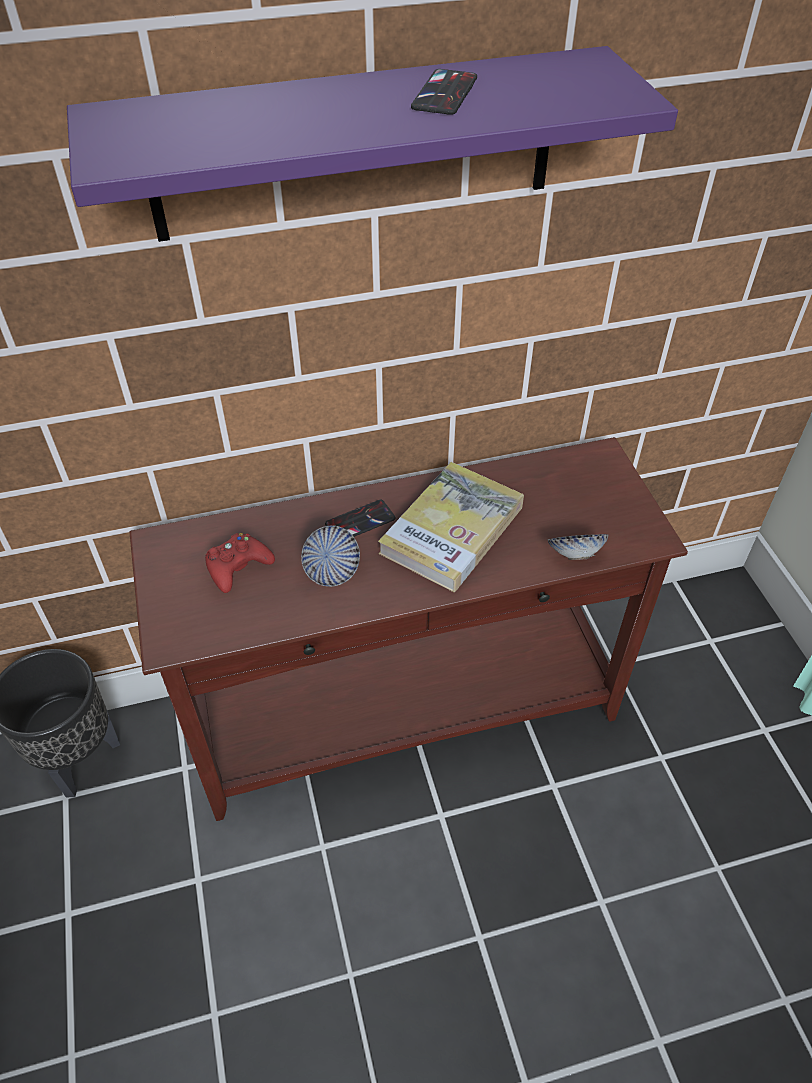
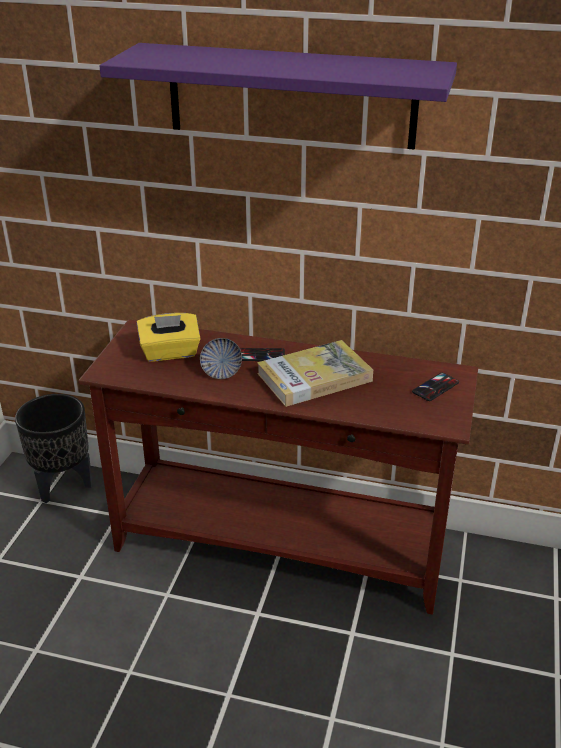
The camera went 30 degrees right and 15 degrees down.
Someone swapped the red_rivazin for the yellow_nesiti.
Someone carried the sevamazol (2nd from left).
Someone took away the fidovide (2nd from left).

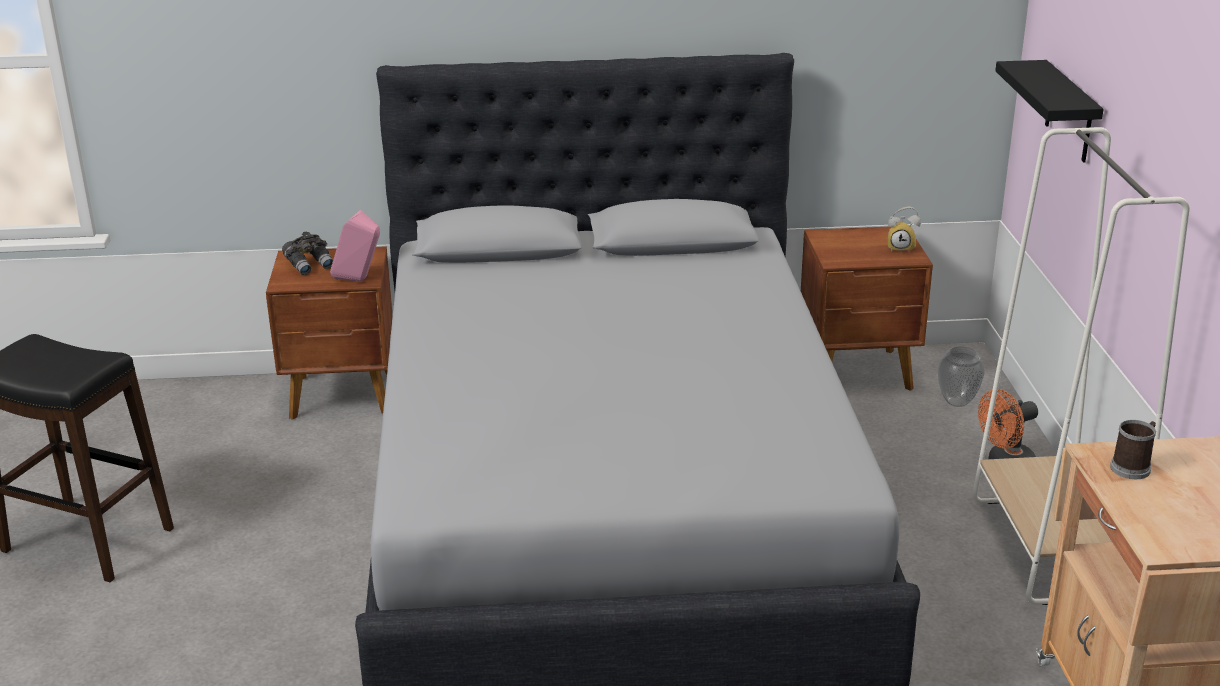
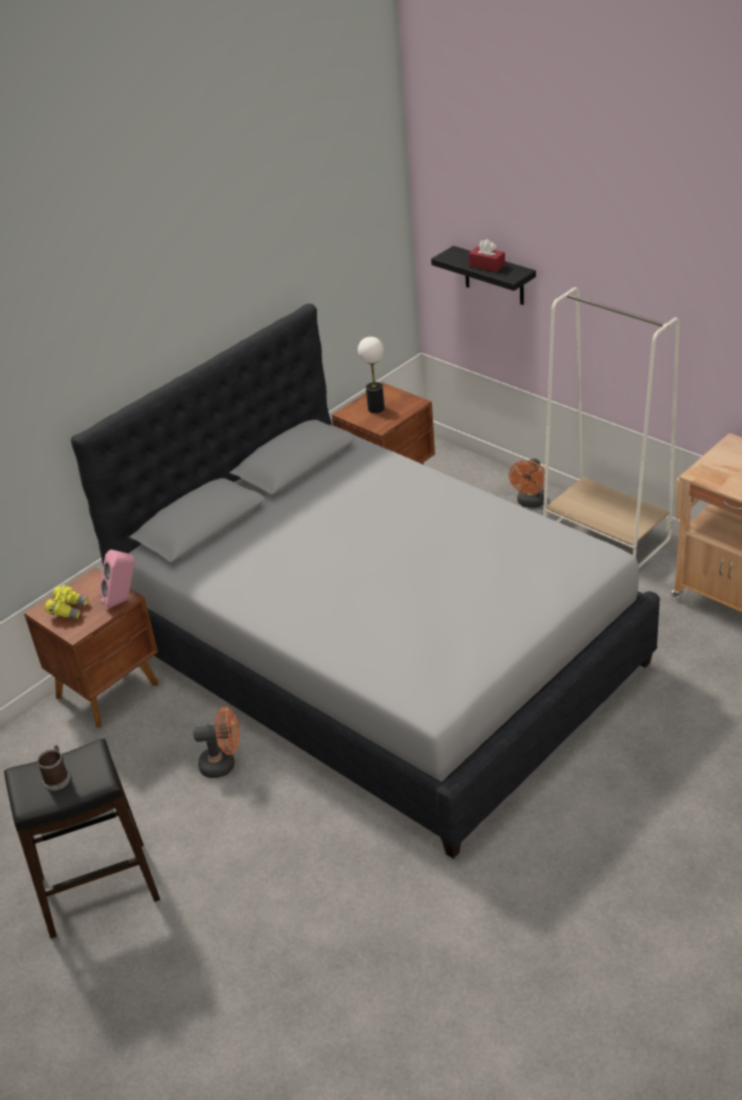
The camera went 40 degrees left and 10 degrees up.
Someone repainted the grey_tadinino, which became the yellow_tadinino.
Someone took away the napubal.
Someone took away the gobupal.
Someone carried the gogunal.
Someone put down the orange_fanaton (1st from left).
Someone put down the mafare.
Someone put down the red_nesiti.

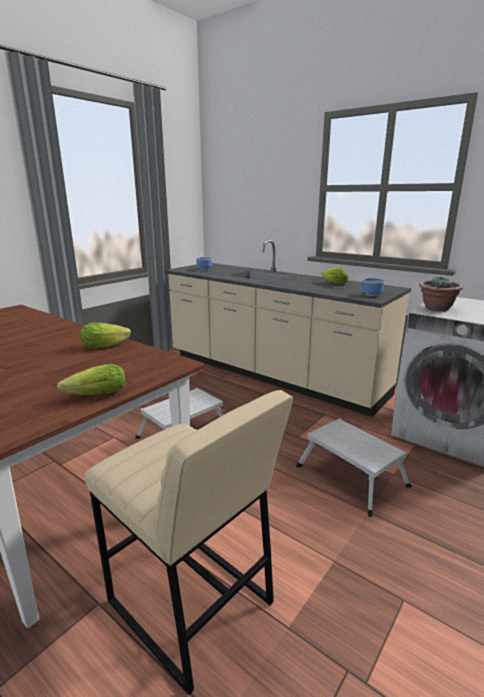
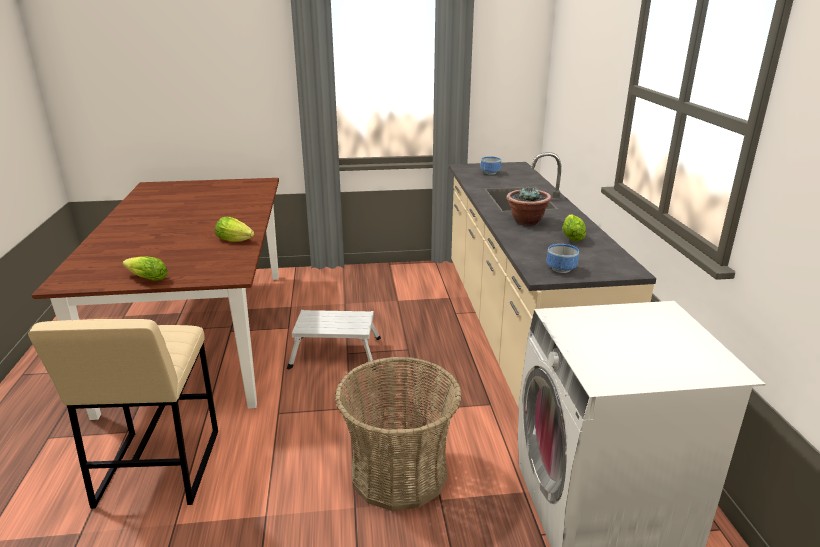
The camera went 45 degrees right and 5 degrees up.
Someone swapped the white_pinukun (2nd from left) for the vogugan.
Someone carried the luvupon.

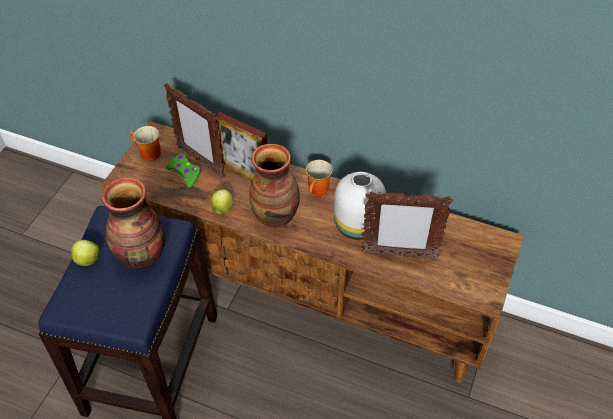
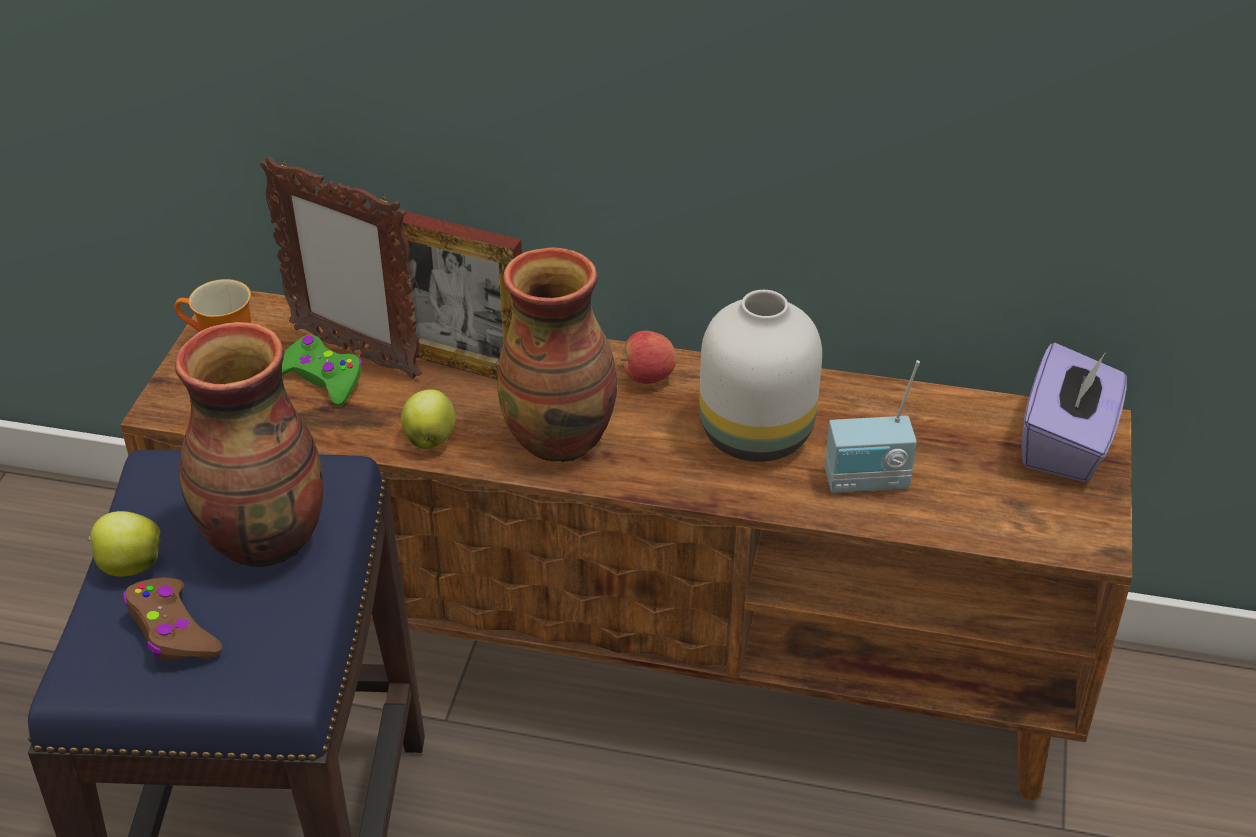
The camera went 10 degrees left and 10 degrees down.
Someone swapped the gogunal (2nd from left) for the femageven (3rd from left).
Someone swapped the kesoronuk (3rd from left) for the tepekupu.
Someone put down the brown_rivazin.
Someone put down the purple_nesiti.

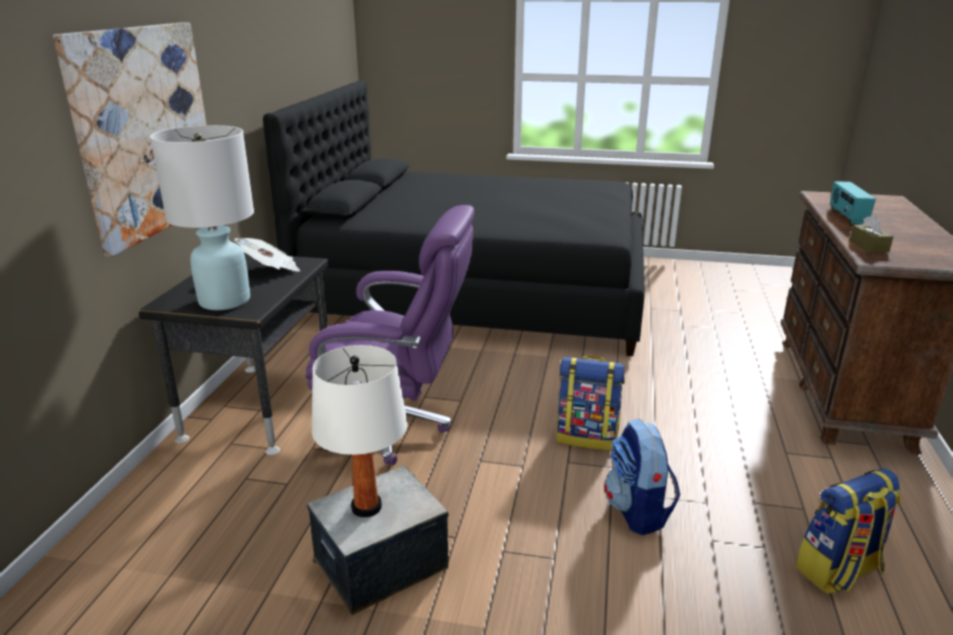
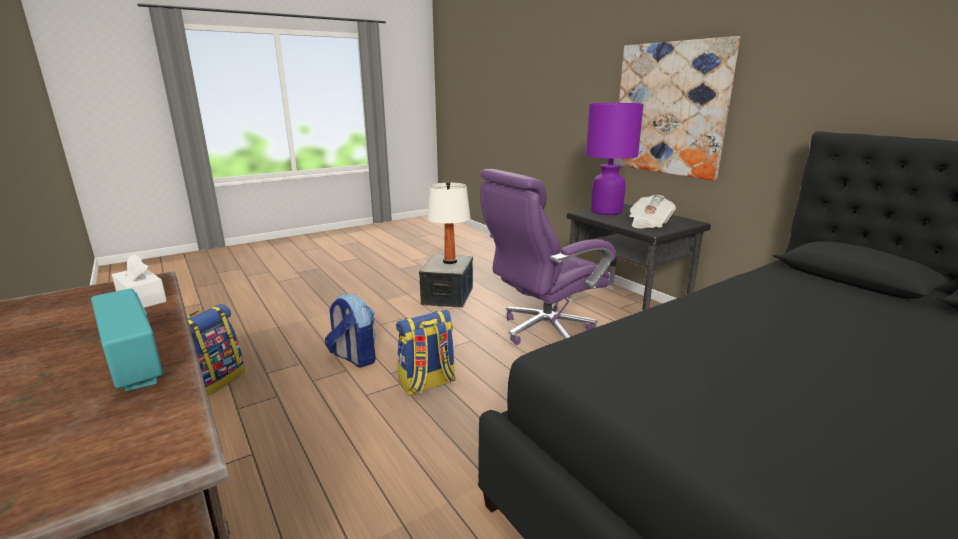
The camera went 135 degrees right and 5 degrees down.
Someone repainted the white_mafare (1st from left), which became the purple_mafare.
Someone repainted the brown_nesiti, which became the white_nesiti.

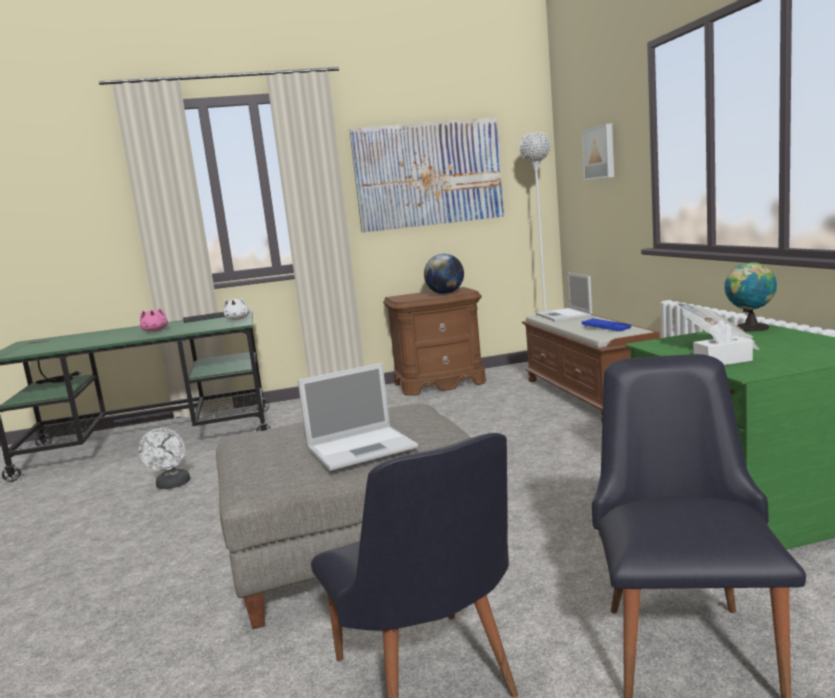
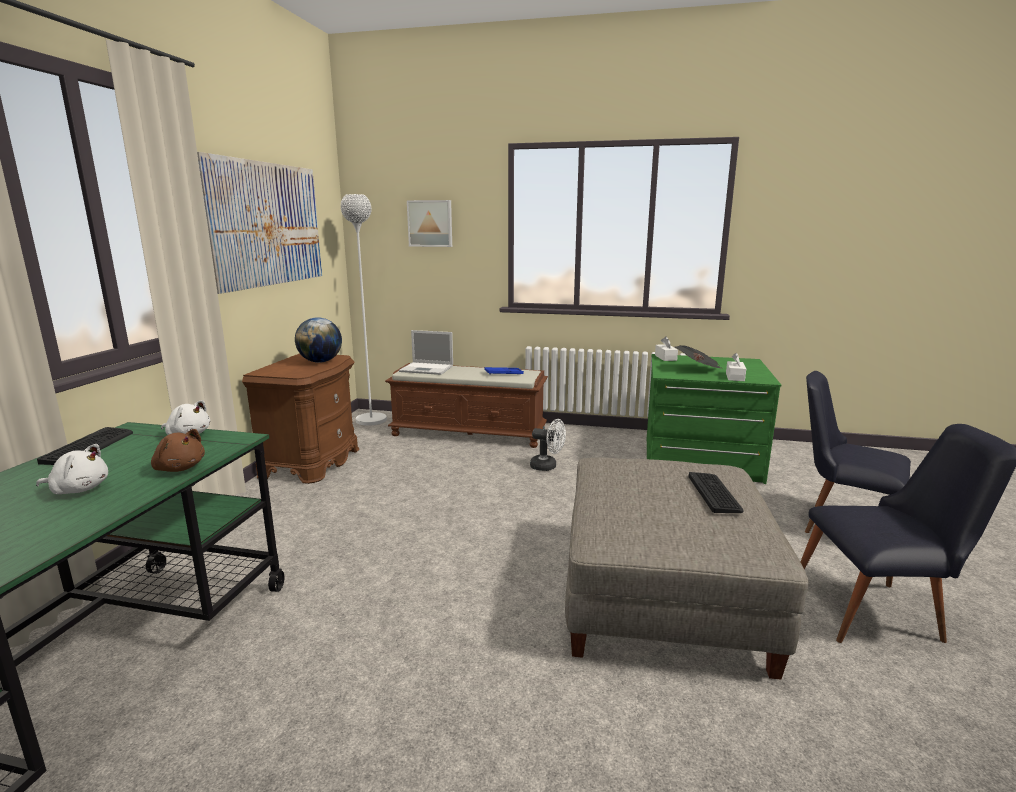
The camera went 65 degrees left and 5 degrees up.
Someone carried the white_fanaton.
Someone repainted the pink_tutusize, which became the white_tutusize (1st from left).
Someone swapped the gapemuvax (1st from left) for the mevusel (2nd from left).
Someone swapped the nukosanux (2nd from left) for the white_nesiti (1st from left).
Someone put down the brown_tutusize.

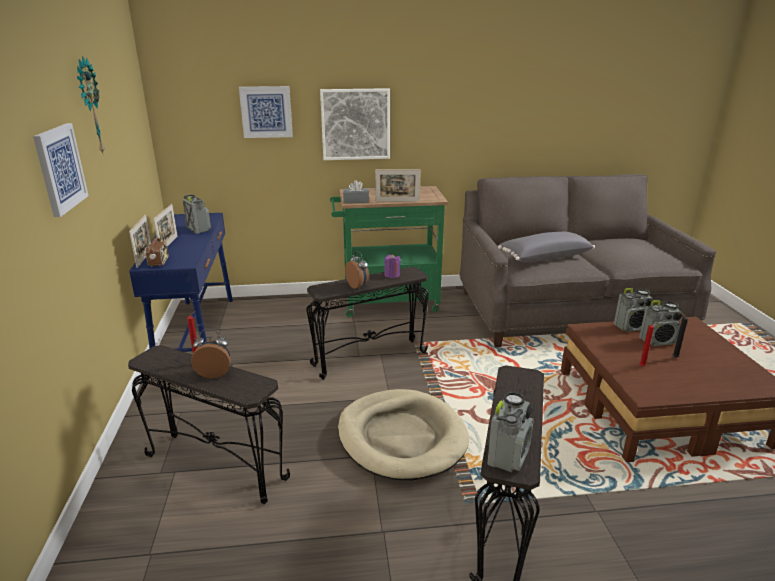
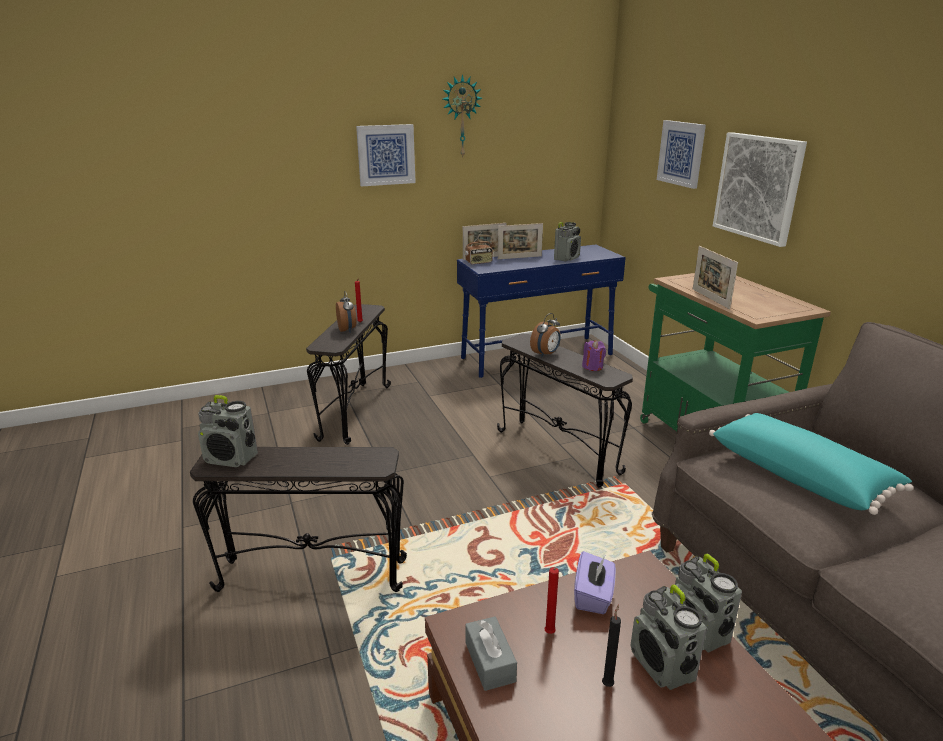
The camera went 75 degrees right and 0 degrees up.
Someone took away the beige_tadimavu.
Someone carried the grey_nesiti.
Someone repainted the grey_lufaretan, which became the turquoise_lufaretan.
Someone put down the purple_nesiti.

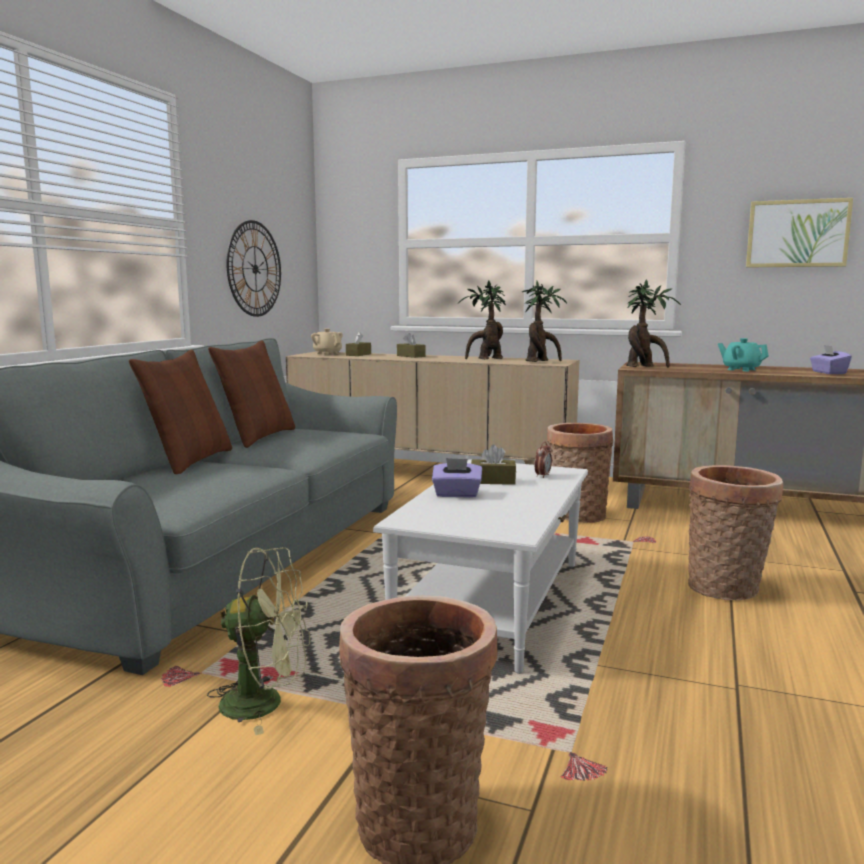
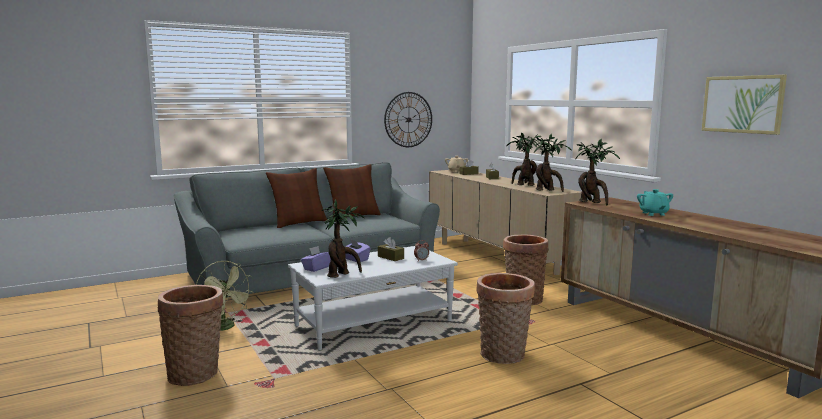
The camera went 40 degrees right and 0 degrees up.
Someone carried the purple_nesiti (2nd from left in the first image).
Someone put down the luvupon (1st from left).

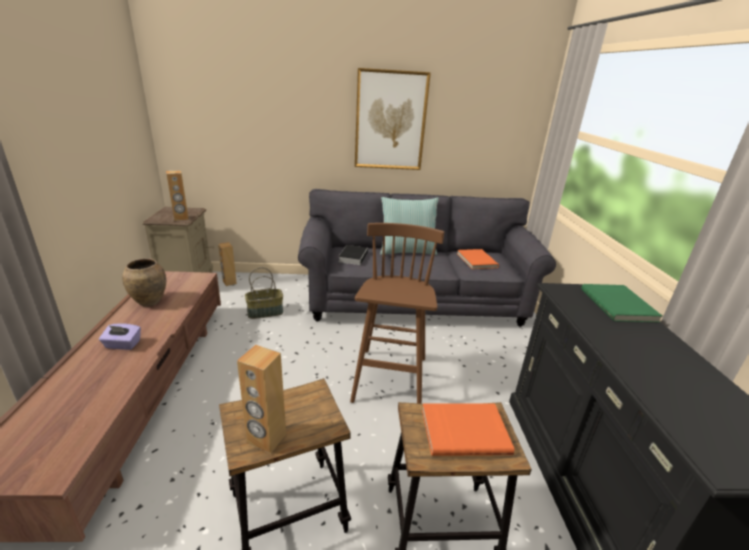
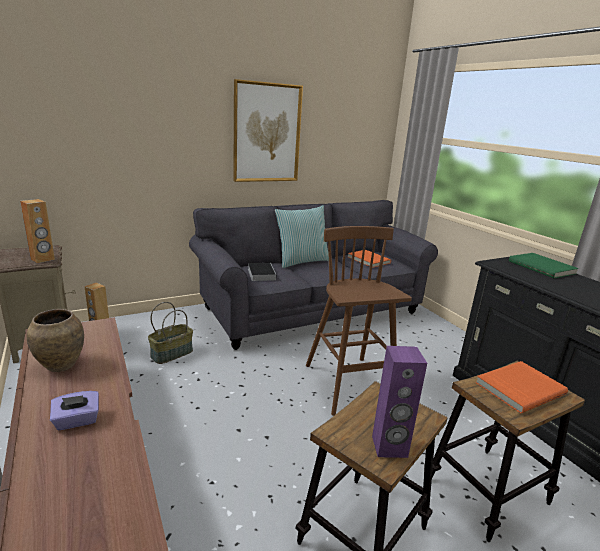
The camera went 25 degrees left and 5 degrees down.
Someone repainted the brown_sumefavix (3rd from left), which became the purple_sumefavix.

